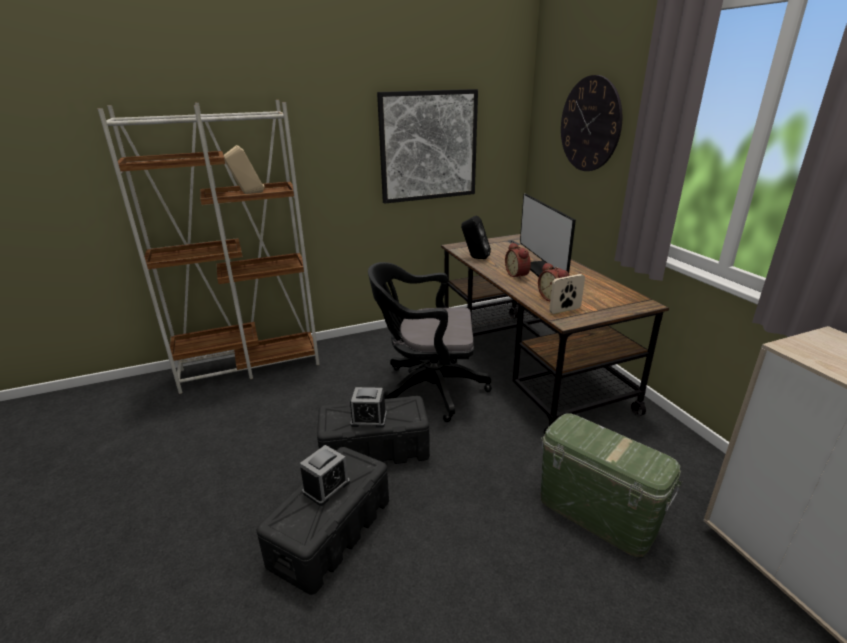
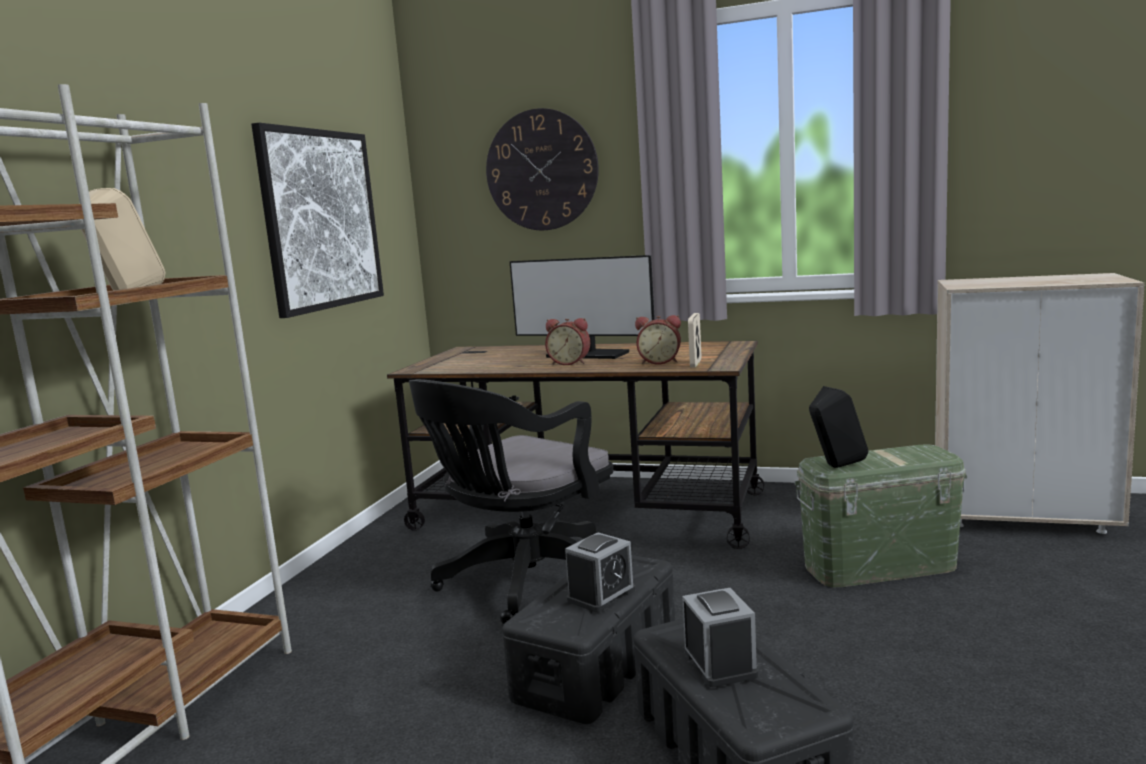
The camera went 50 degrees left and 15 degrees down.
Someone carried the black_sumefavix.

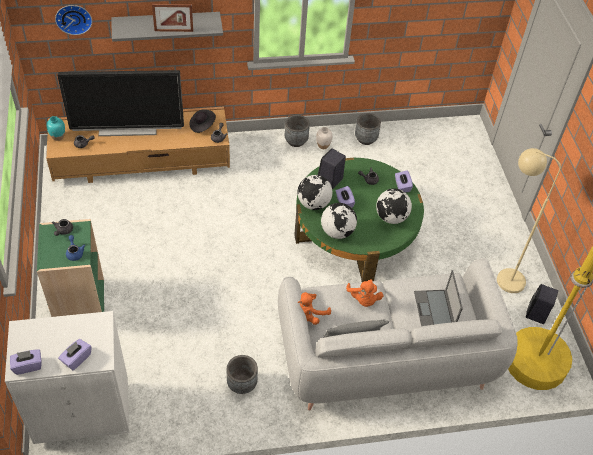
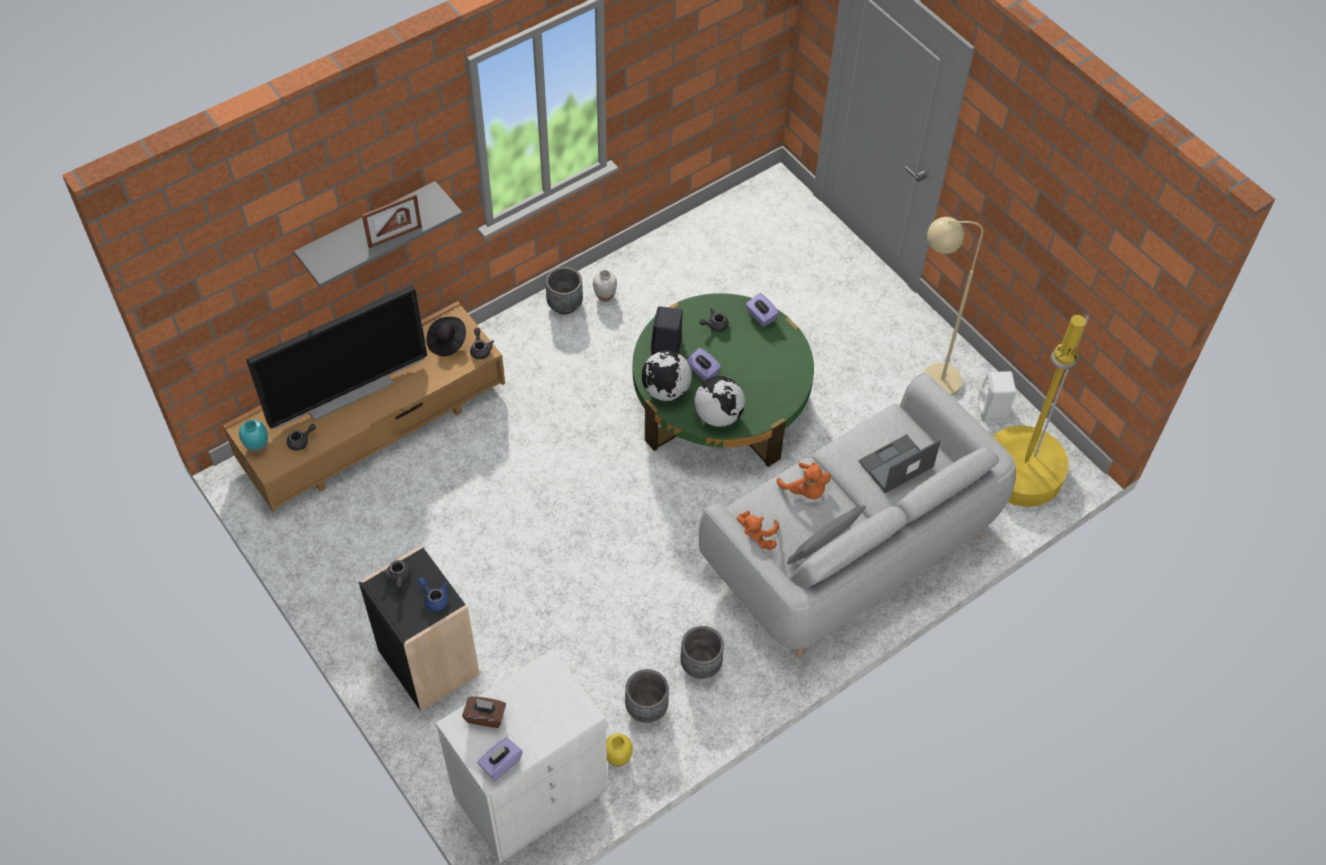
The camera went 25 degrees left and 5 degrees up.
Someone repainted the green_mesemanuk, which became the black_mesemanuk.
Someone took away the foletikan.
Someone took away the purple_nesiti (2nd from left).
Someone carried the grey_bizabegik (3rd from left in the first image).
Someone took away the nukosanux (3rd from left).
Someone rotated the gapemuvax by 90 degrees clockwise.
Someone repainted the black_sumefavix (2nd from left), which became the white_sumefavix.
Someone put down the brown_nesiti.
Someone put down the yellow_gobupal.

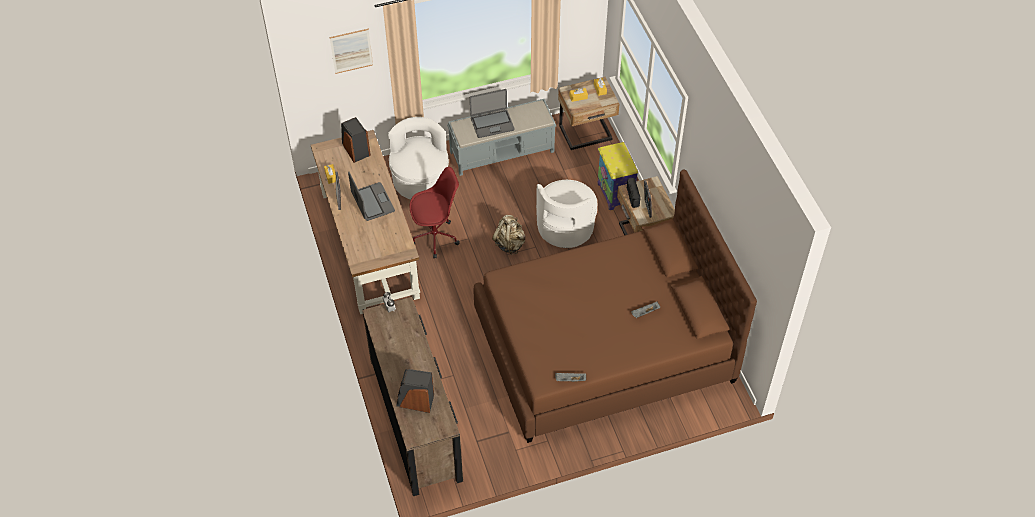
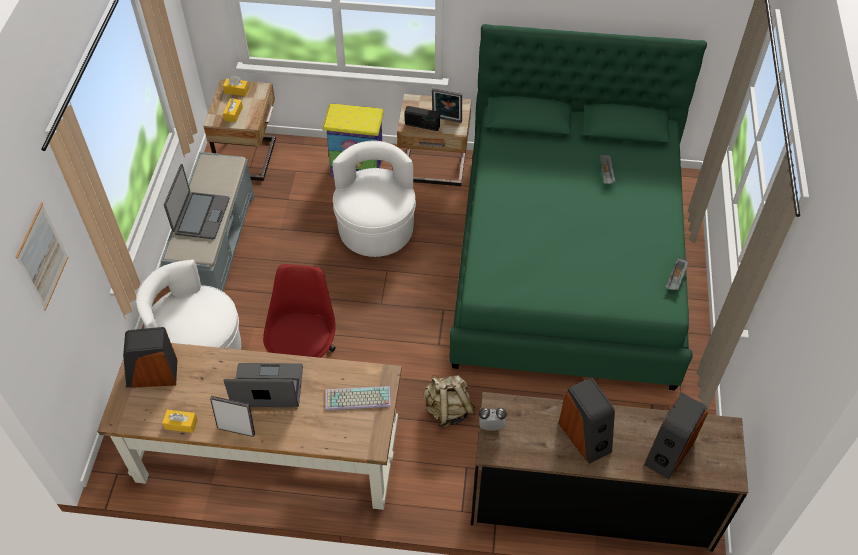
The camera went 65 degrees left and 0 degrees up.
Someone repainted the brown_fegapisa, which became the green_fegapisa.
Someone carried the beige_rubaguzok.
Someone rotated the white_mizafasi (2nd from left) by 135 degrees counterclockwise.
Someone put down the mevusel.
Someone put down the sumefavix (2nd from left).

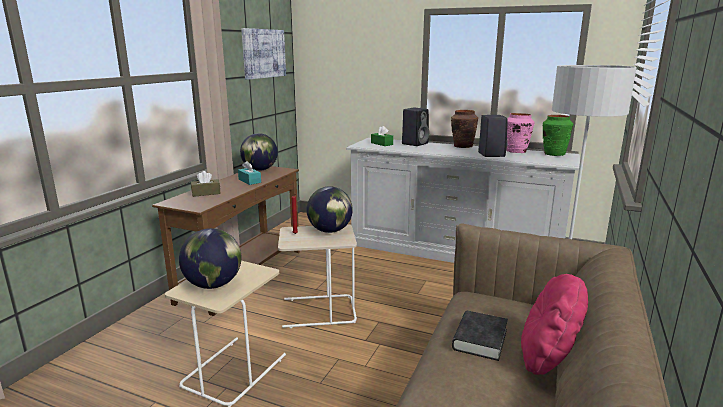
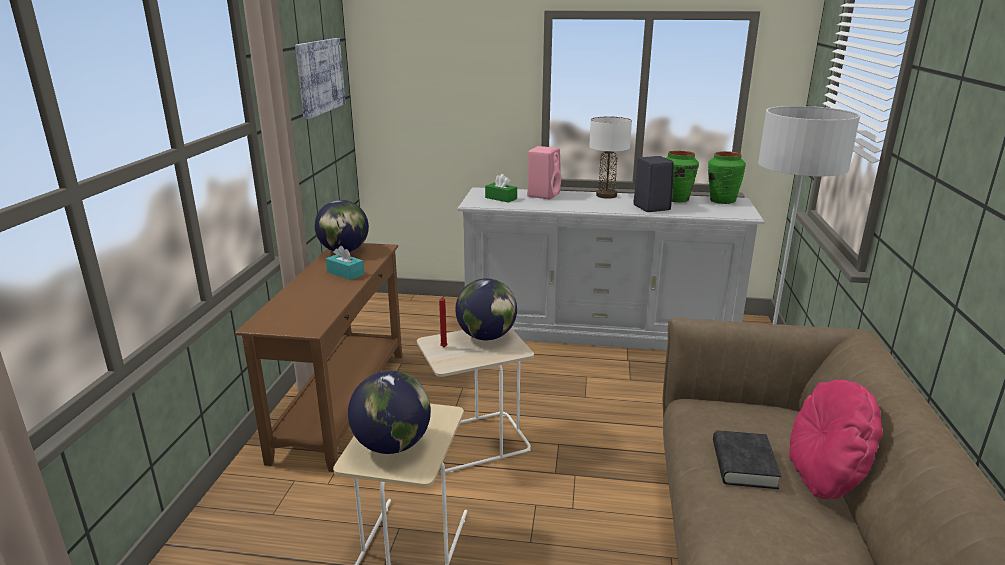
The camera went 15 degrees left and 5 degrees up.
Someone took away the brown_nesiti.
Someone repainted the black_sumefavix (1st from left), which became the pink_sumefavix.
Someone swapped the brown_gobupal for the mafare.
Someone repainted the pink_gobupal, which became the green_gobupal (1st from left).

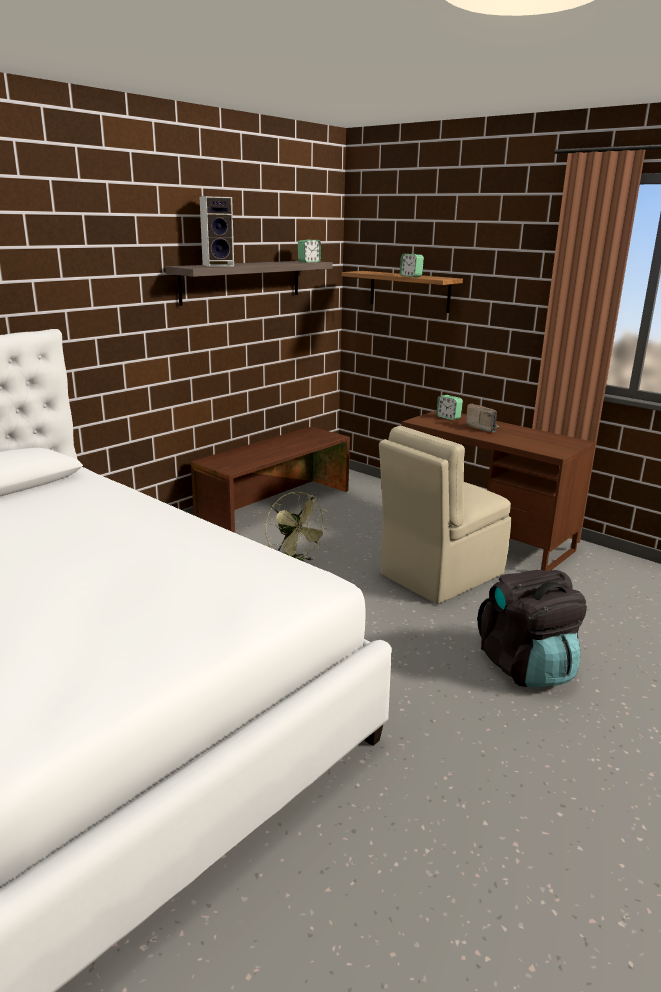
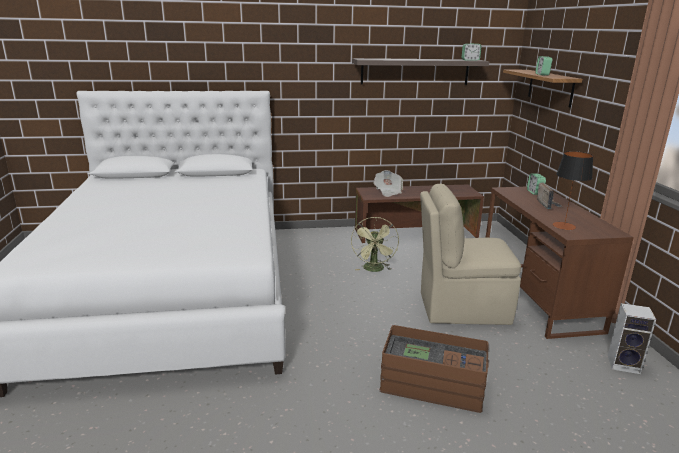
The camera went 40 degrees right and 0 degrees up.
Someone carried the sumefavix.
Someone swapped the black_rubaguzok for the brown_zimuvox.
Someone put down the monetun.
Someone put down the mafare.

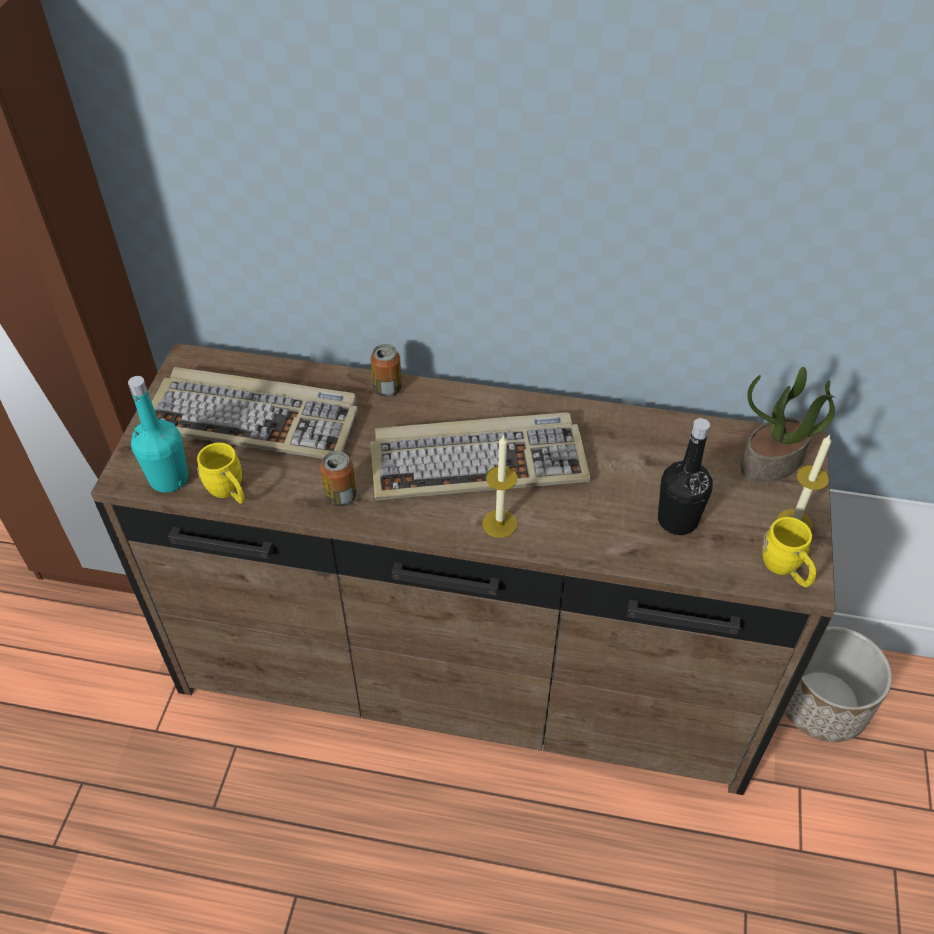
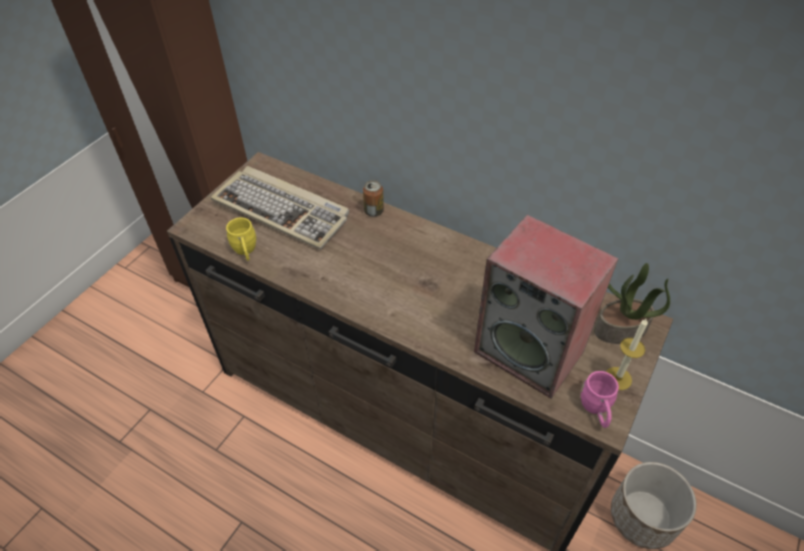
The camera went 20 degrees right and 0 degrees up.
Someone took away the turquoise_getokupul.
Someone took away the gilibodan (1st from left).
Someone took away the mevusel (2nd from left).
Someone took away the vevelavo (1st from left).
Someone swapped the black_getokupul for the sumefavix.
Someone repainted the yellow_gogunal (2nd from left), which became the pink_gogunal.

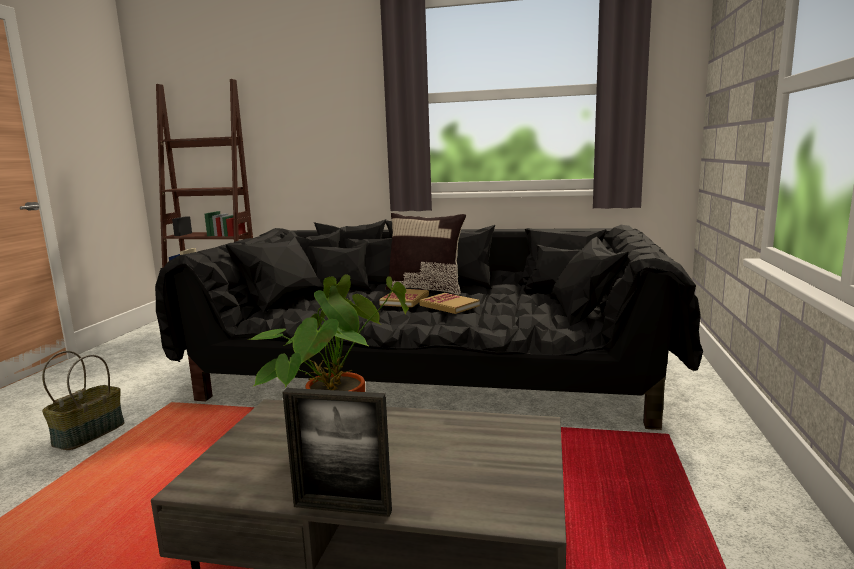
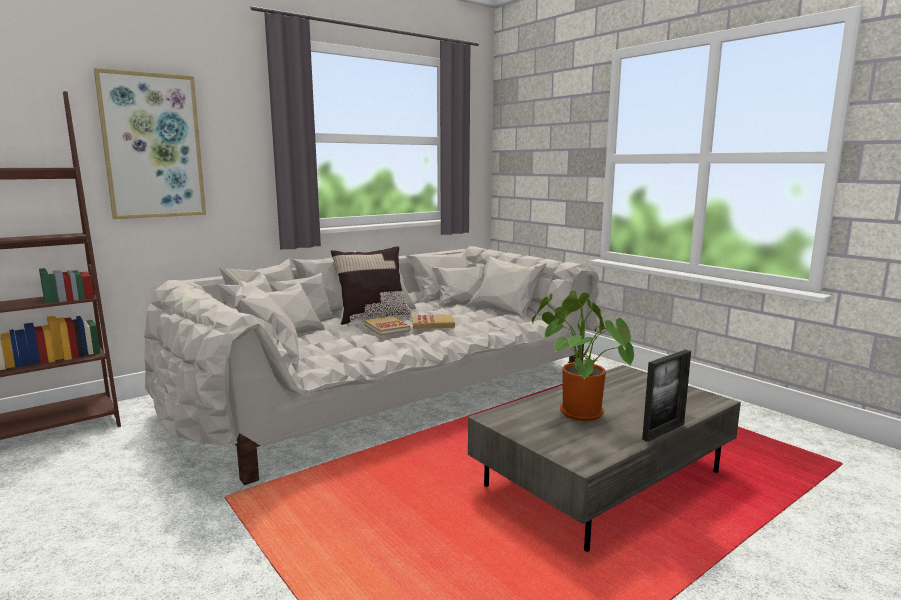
The camera went 50 degrees left and 0 degrees up.
Someone took away the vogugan.
Someone repainted the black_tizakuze, which became the white_tizakuze.
Someone put up the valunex.

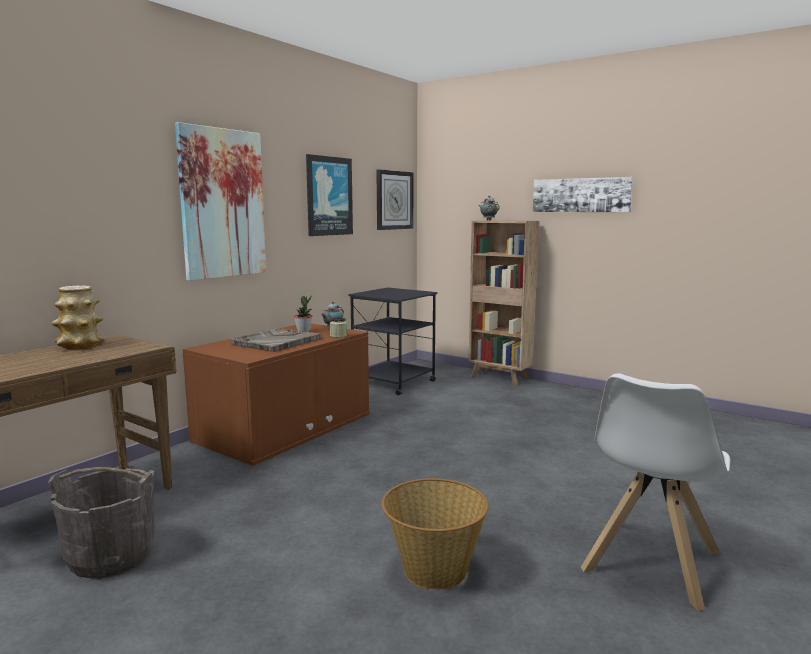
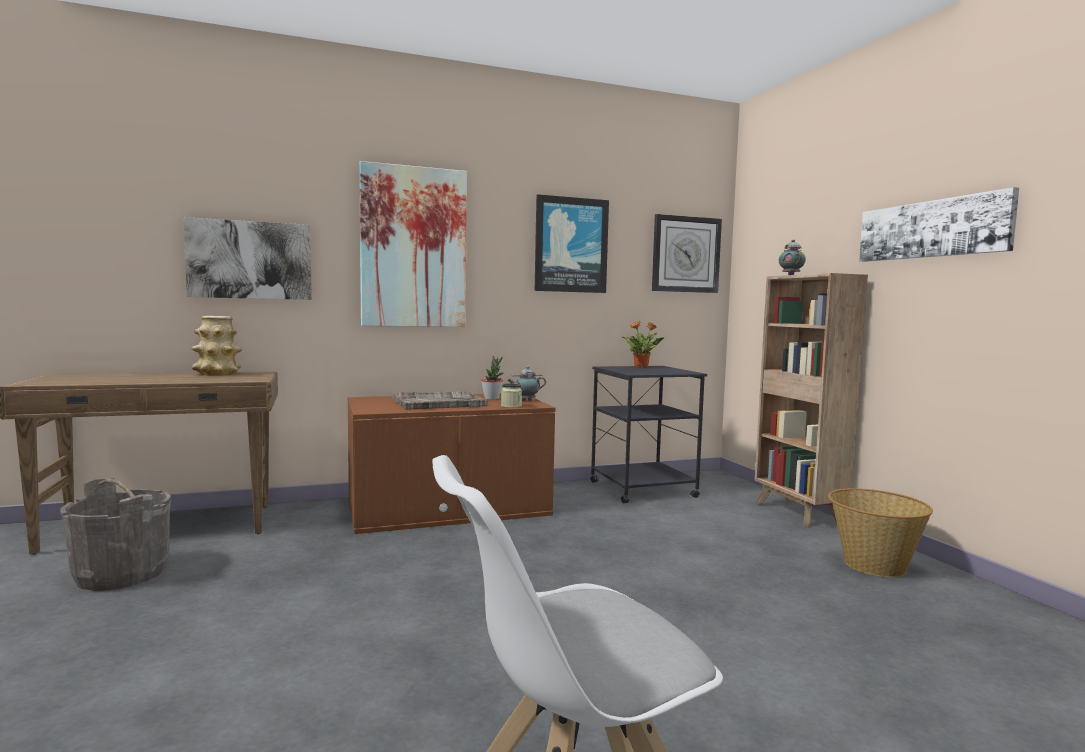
The camera went 35 degrees right and 5 degrees down.
Someone carried the vogugan.
Someone put up the valunex (1st from left).
Someone put down the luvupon (2nd from left).

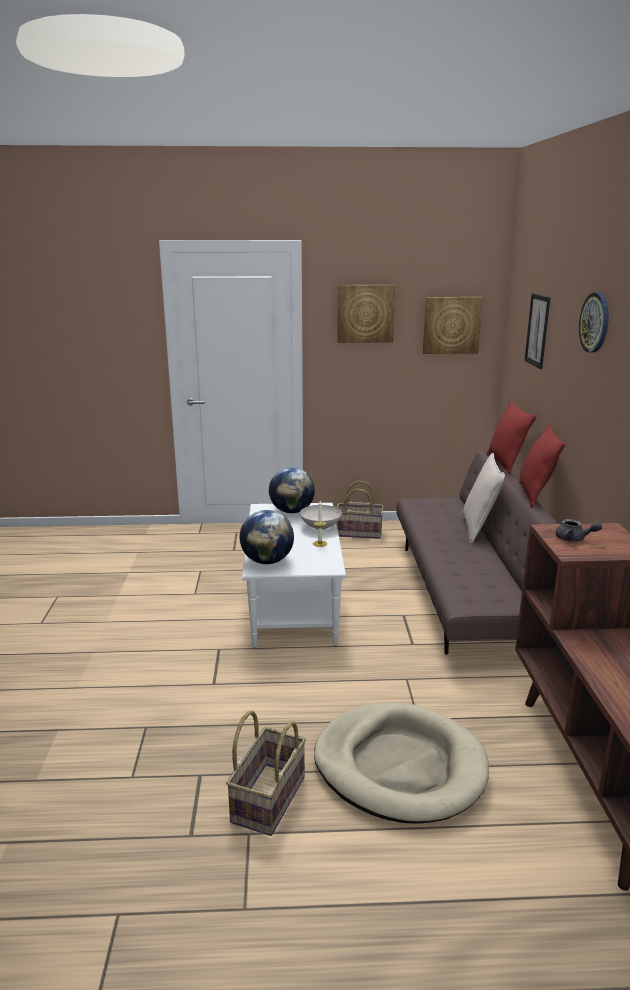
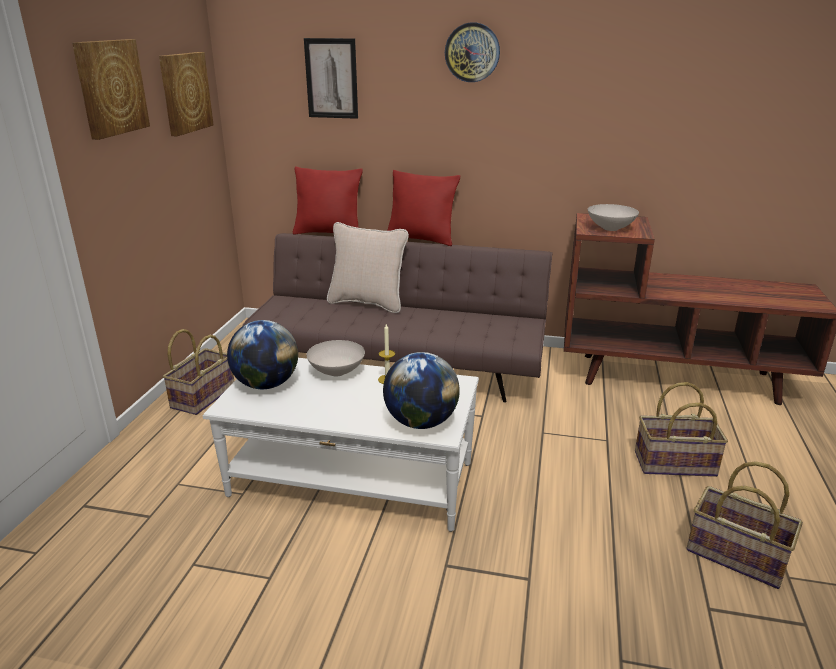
The camera went 75 degrees left and 5 degrees up.
Someone swapped the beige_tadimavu for the vogugan (2nd from left).
Someone swapped the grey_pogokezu for the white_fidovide (2nd from left).

